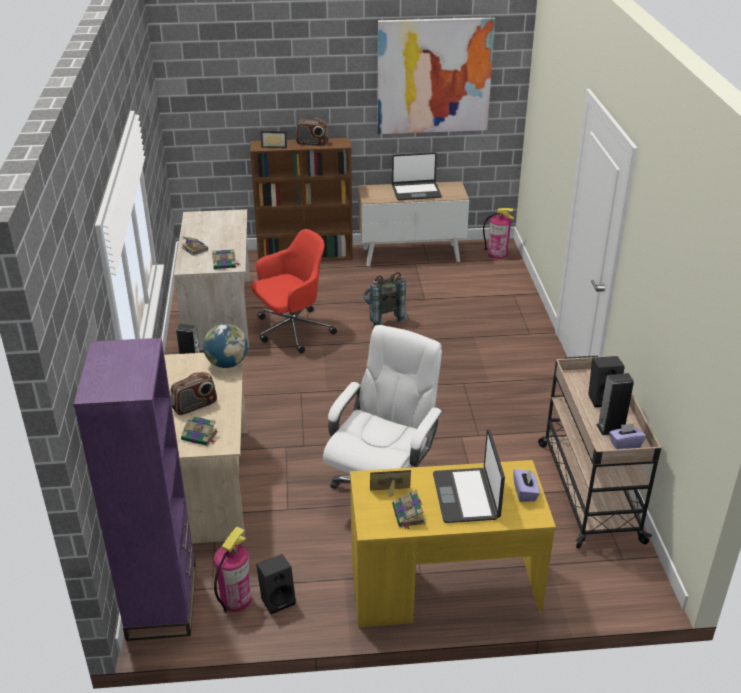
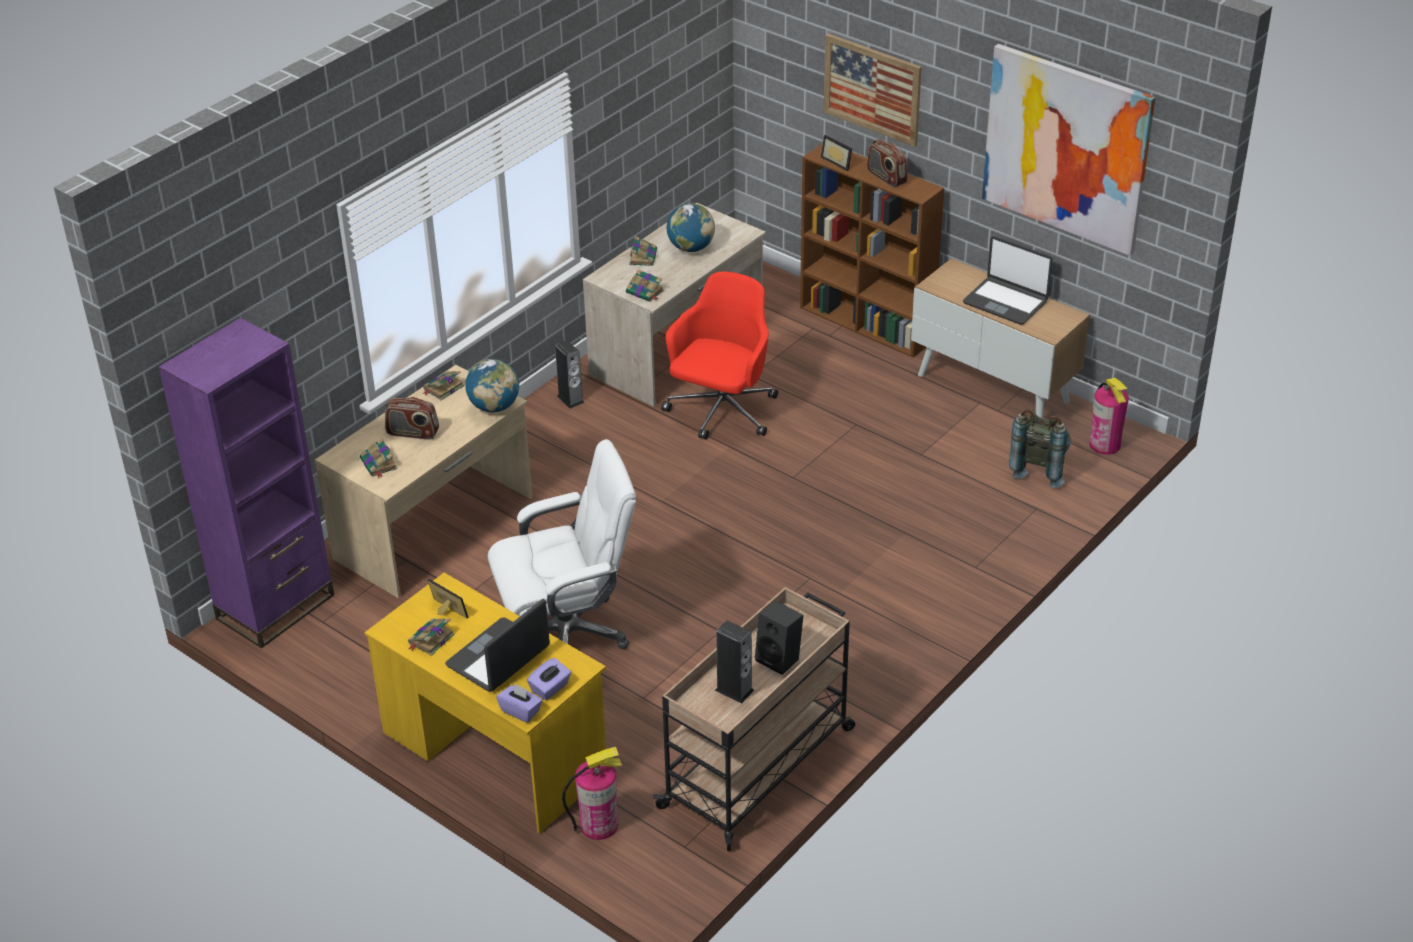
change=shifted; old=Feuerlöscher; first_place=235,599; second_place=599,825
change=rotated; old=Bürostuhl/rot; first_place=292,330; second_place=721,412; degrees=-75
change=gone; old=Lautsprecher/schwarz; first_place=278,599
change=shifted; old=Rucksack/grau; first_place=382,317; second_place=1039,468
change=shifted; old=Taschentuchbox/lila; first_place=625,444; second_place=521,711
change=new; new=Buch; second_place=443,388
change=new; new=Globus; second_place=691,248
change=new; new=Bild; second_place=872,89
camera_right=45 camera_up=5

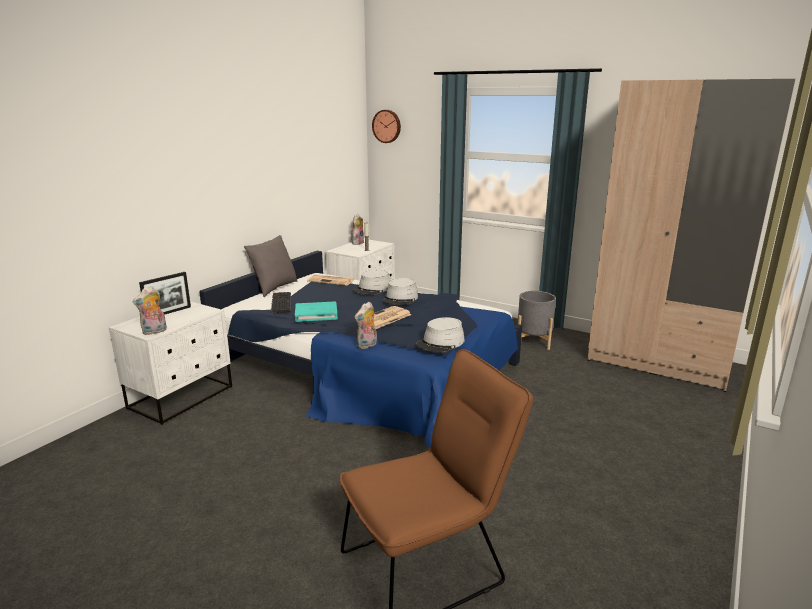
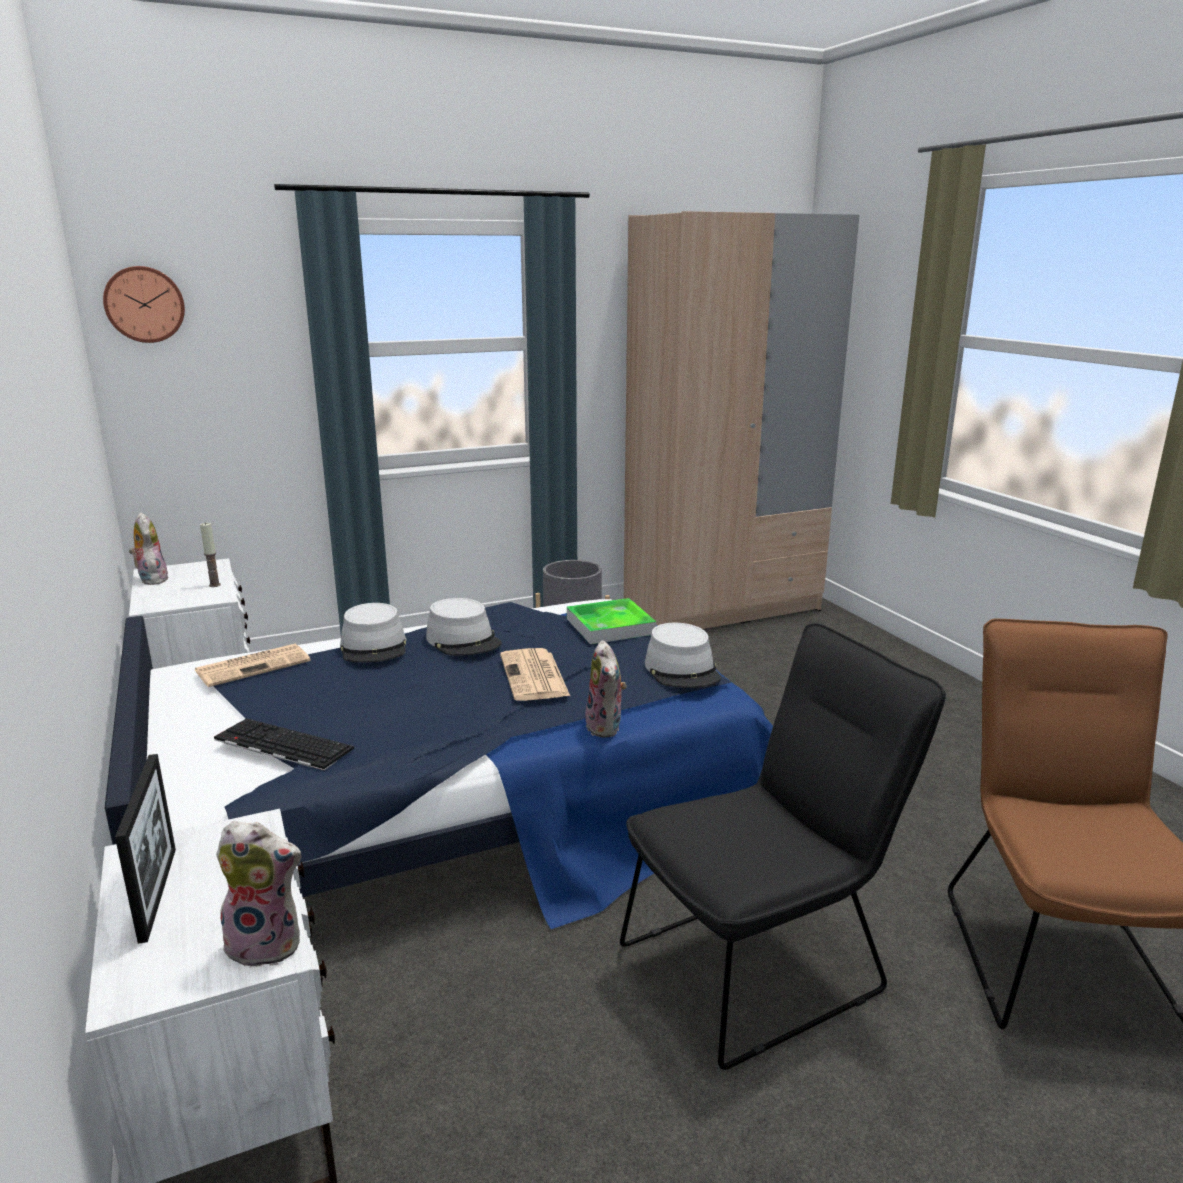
change=rotated; old=Plüschtier; first_place=154,332; second_place=268,943; degrees=-75
change=gone; old=Kissen/grau; first_place=274,288
change=gone; old=Buch/türkis; first_place=316,314
change=new; new=Tablett; second_place=610,626
change=new; new=Stuhl/schwarz; second_place=765,962
camera_right=-55 camera_up=0

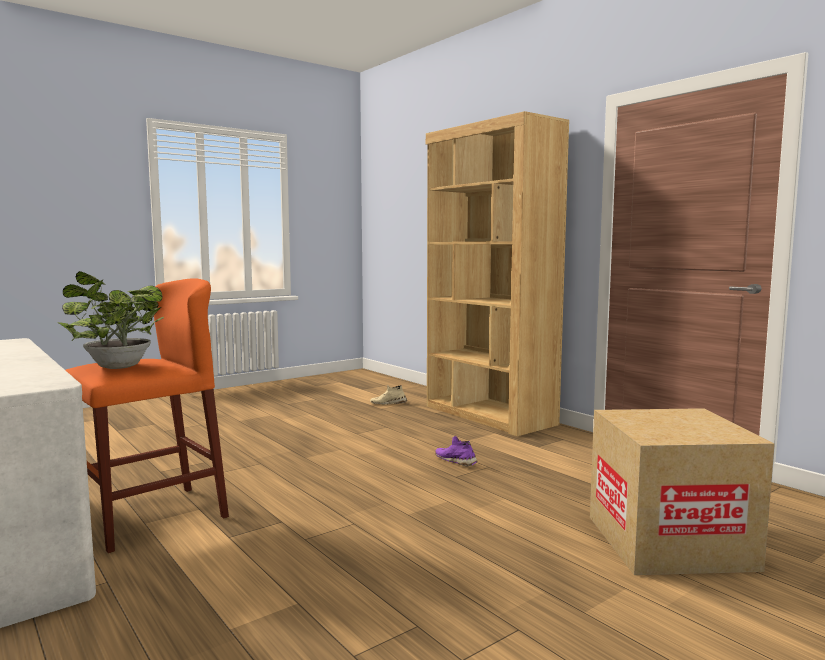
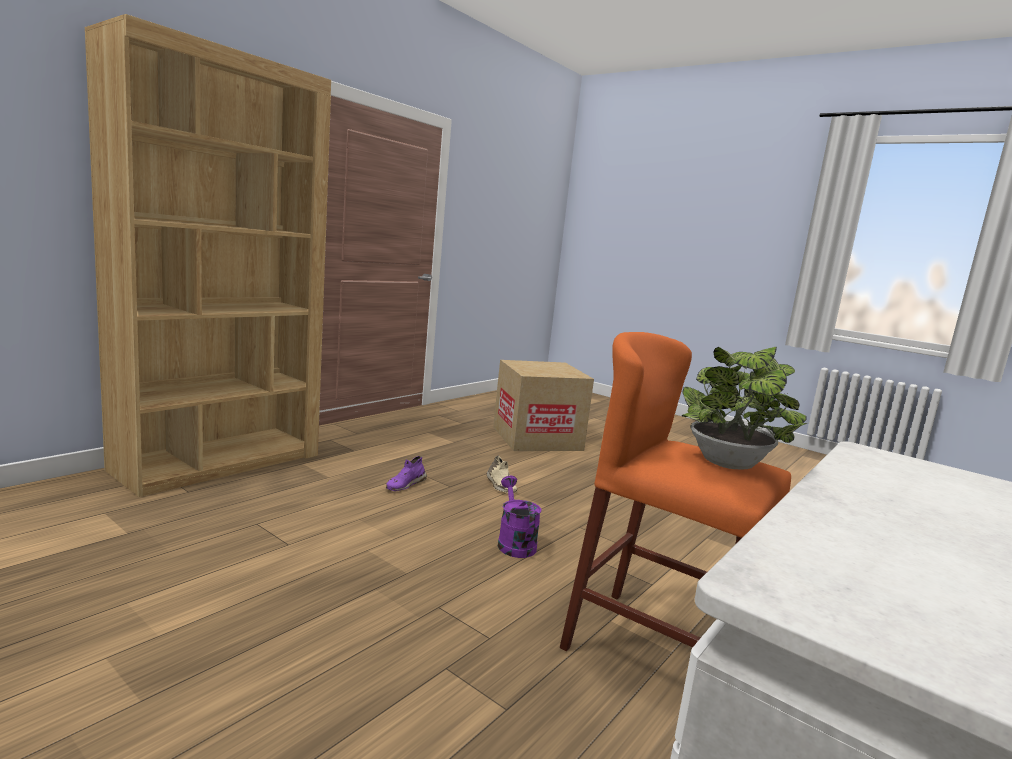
change=shifted; old=Schuh/beige; first_place=388,403; second_place=500,486
change=new; new=Gießkanne/lila; second_place=514,542
camera_right=-105 camera_up=5

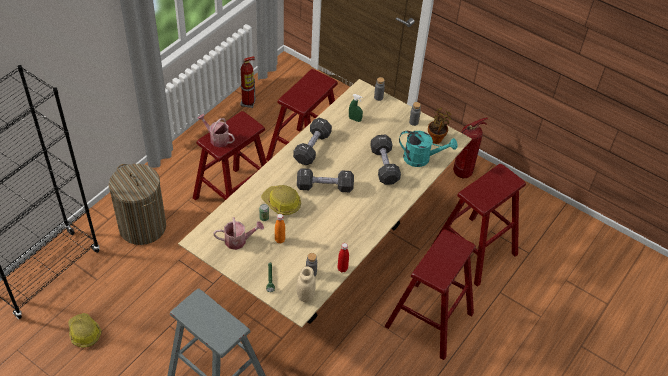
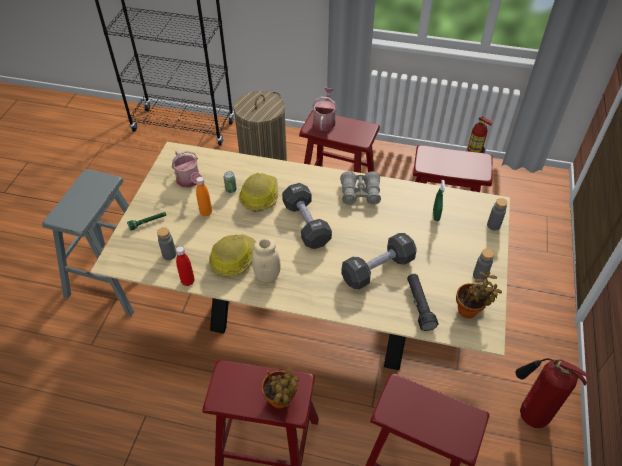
change=shifted; old=Schutzhelm; first_place=84,333; second_place=234,259
change=swapped; old=Hantel/schwarz; new=Fernglas/grau; first_place=312,148; second_place=360,193
change=shifted; old=Vorratsglas/beige; first_place=305,295; second_place=267,275
change=swapped; old=Gießkanne/türkis; new=Taschenlampe/schwarz; first_place=421,158; second_place=419,305
change=new; new=Topfpflanze; second_place=281,401
camera_right=70 camera_up=0

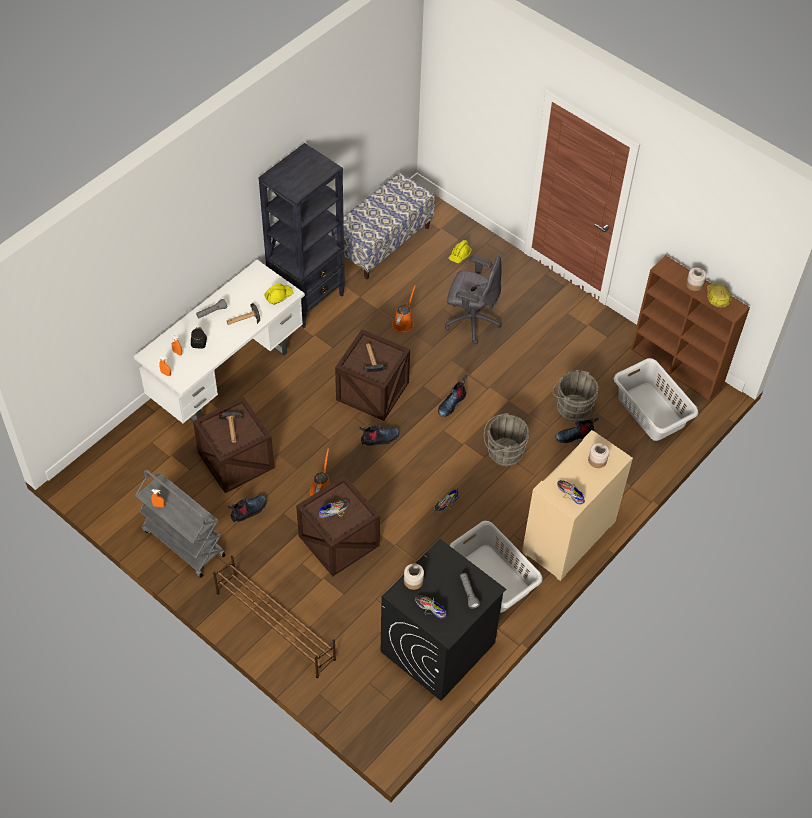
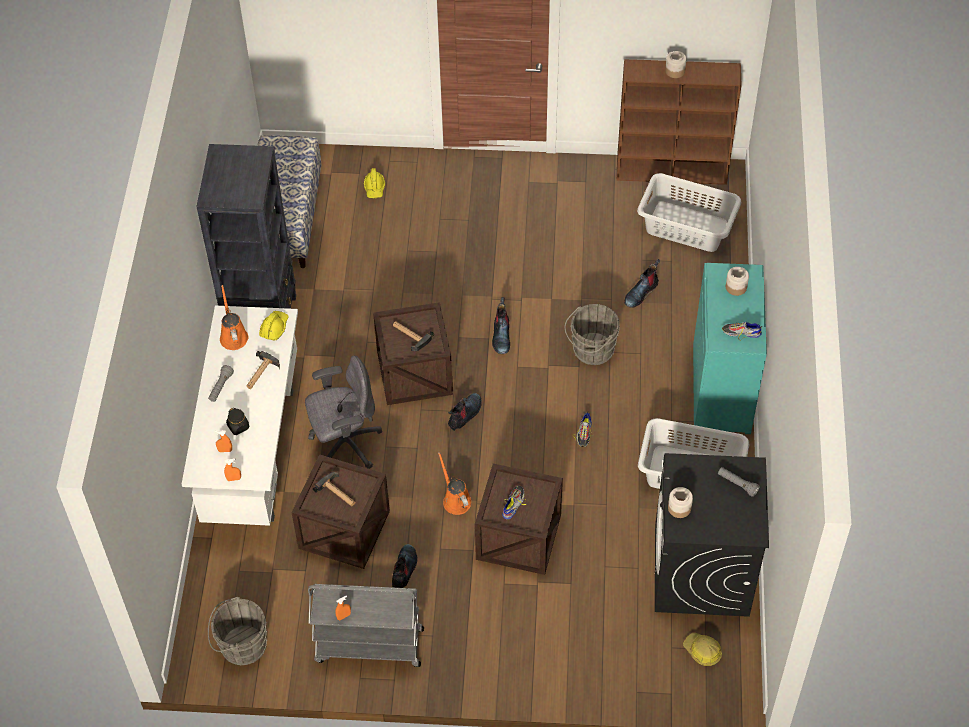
change=gone; old=Schuhregal/braun; first_place=275,625
change=shifted; old=Gießkanne/orange; first_place=403,322; second_place=233,335
change=gone; old=Schuh; first_place=430,607
change=shifted; old=Bürostuhl/grau; first_place=471,321; second_place=345,444
change=repainted; old=Schrank/beige; new=Schrank/türkis; first_place=569,538; second_place=722,389
change=shifted; old=Eimer/grau; first_place=572,407; second_place=240,645
change=shifted; old=Schutzhelm; first_place=717,298; second_place=702,651
camera_right=-35 camera_up=0

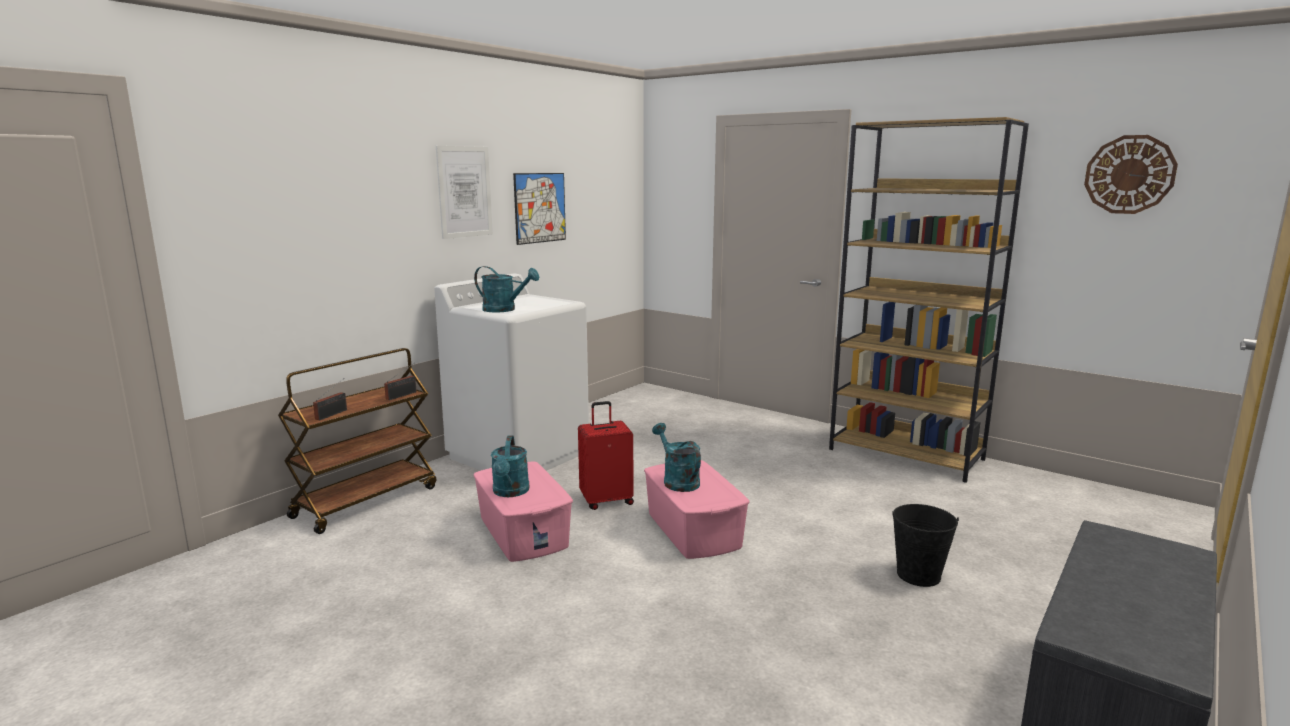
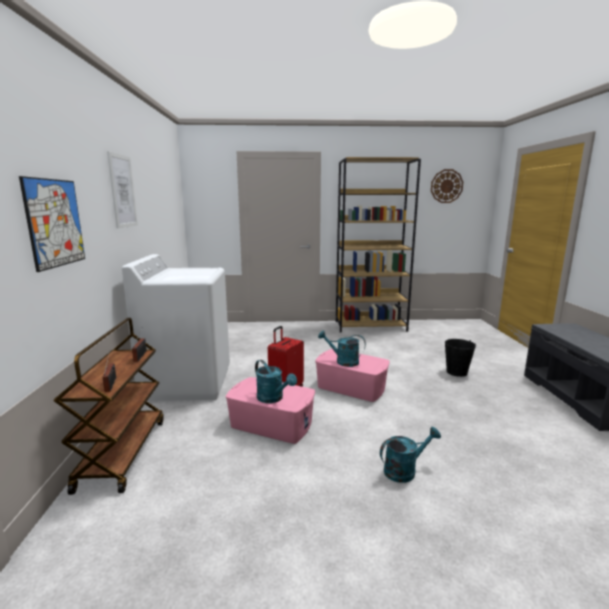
change=shifted; old=Gießkanne/türkis; first_place=505,310; second_place=404,470
change=shifted; old=Bild; first_place=540,208; second_place=55,223
camera_right=-40 camera_up=0

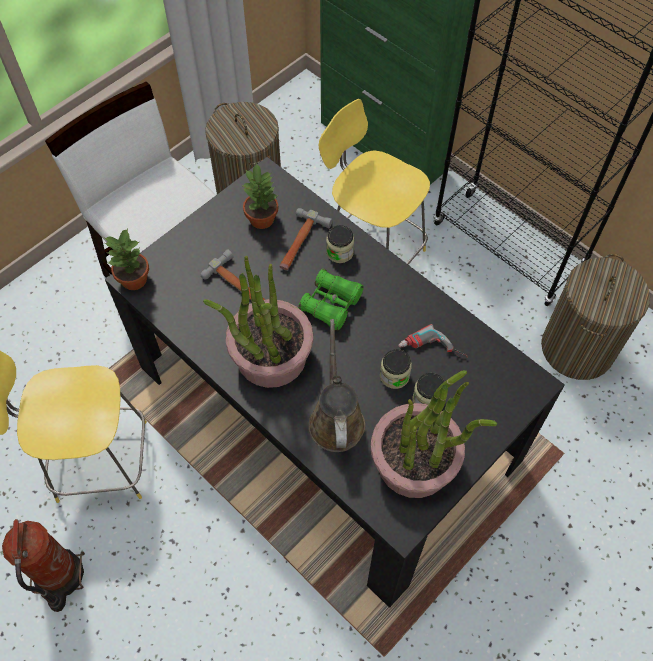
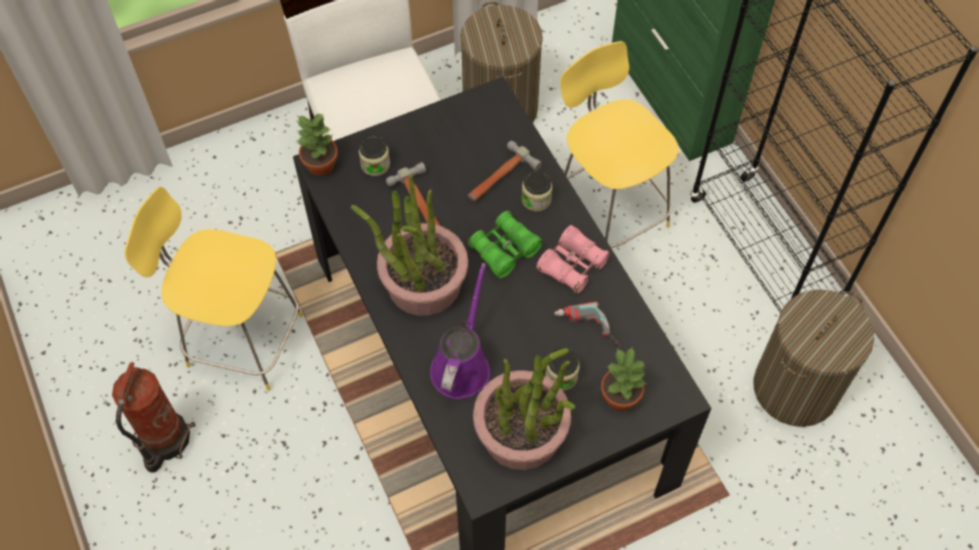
change=shifted; old=Topfpflanze; first_place=262,218; second_place=621,397
change=repainted; old=Gießkanne/braun; new=Gießkanne/lila; first_place=336,419; second_place=462,365
change=shifted; old=Vorratsglas; first_place=394,376; second_place=375,164
change=new; new=Fernglas/rosa; second_place=572,265
camera_right=20 camera_up=0

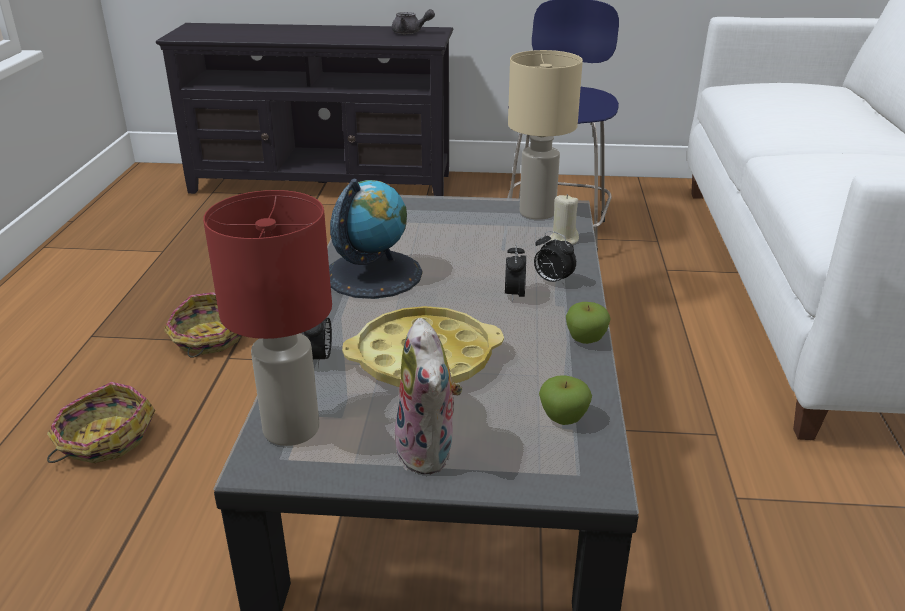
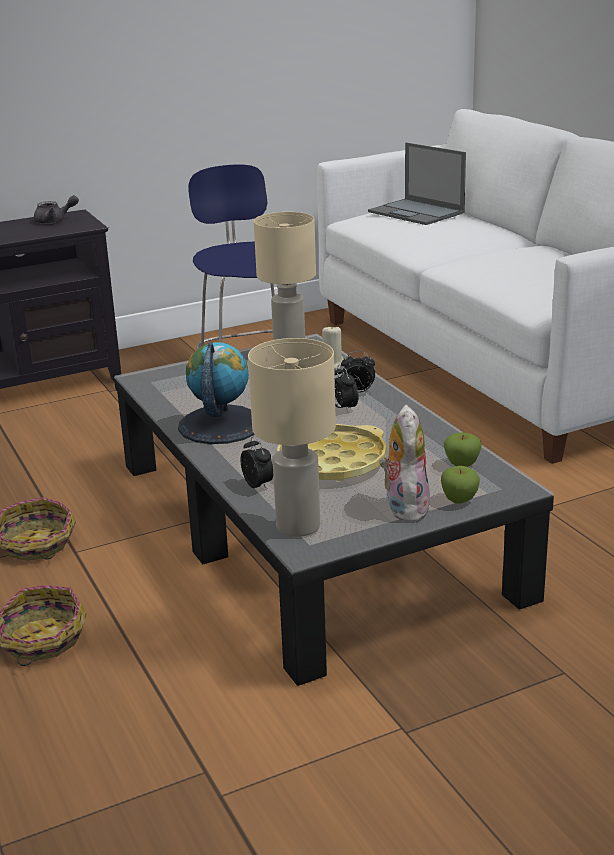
change=repainted; old=Tischlampe/rot; new=Tischlampe/beige; first_place=290,428; second_place=297,526
change=rotated; old=Plüschtier; first_place=430,452; second_place=404,507; degrees=-135
change=shifted; old=Apfel; first_place=585,340; second_place=459,500
change=new; new=Laptop; second_place=417,212
camera_right=-30 camera_up=-5

